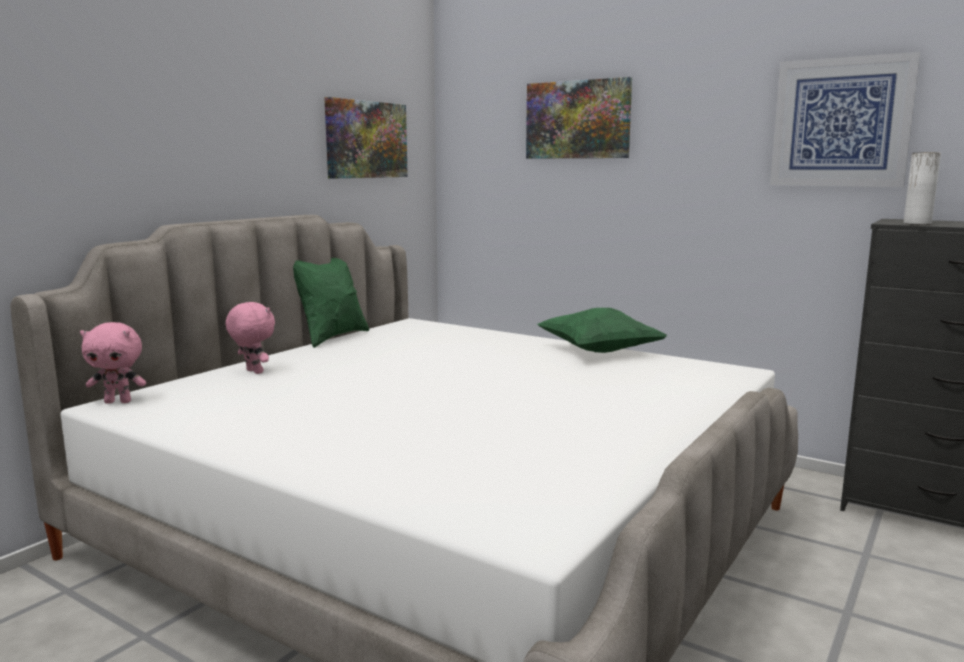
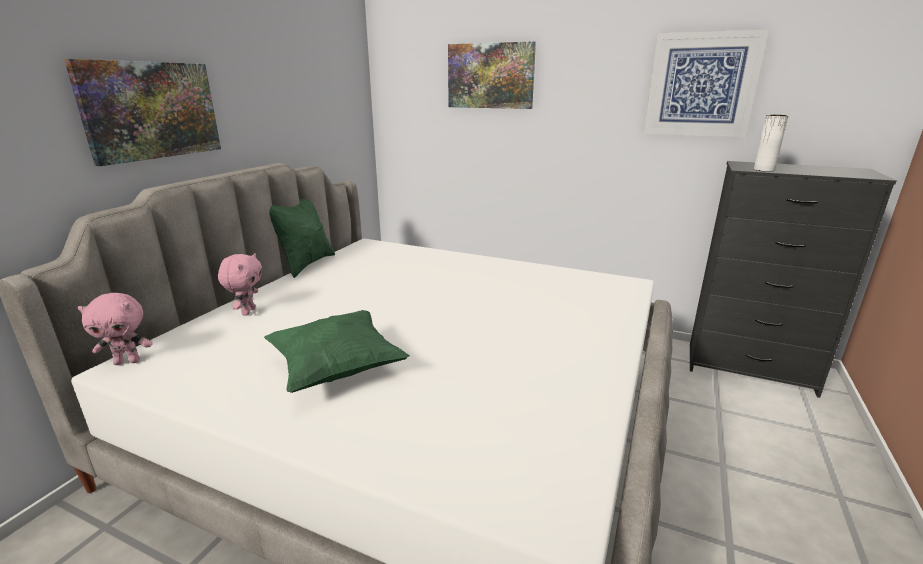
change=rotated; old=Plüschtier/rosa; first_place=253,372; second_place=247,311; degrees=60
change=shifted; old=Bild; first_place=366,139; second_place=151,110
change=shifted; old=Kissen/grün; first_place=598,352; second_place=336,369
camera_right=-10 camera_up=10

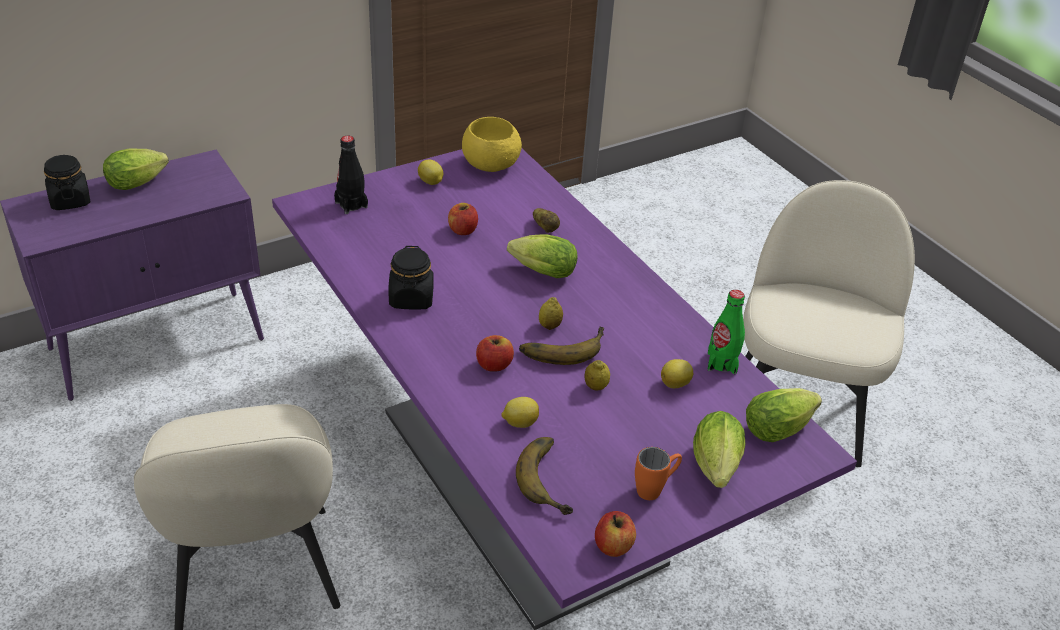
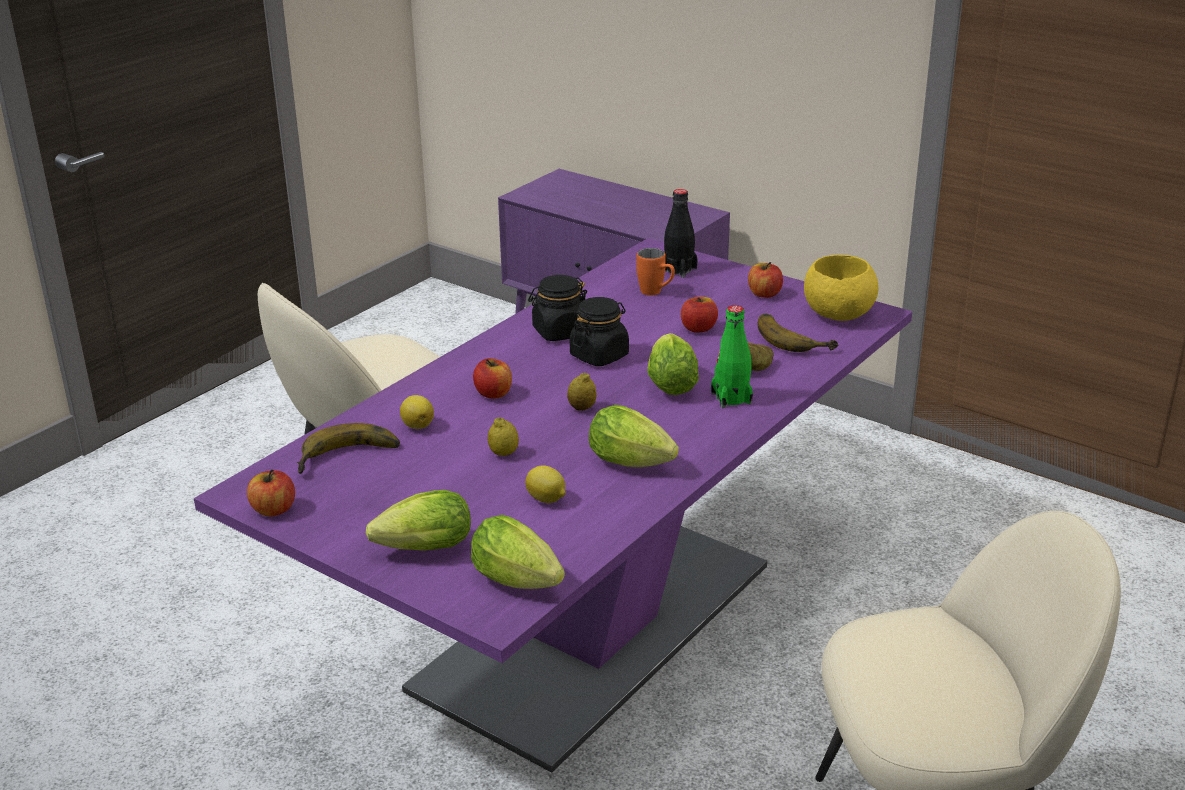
change=shifted; old=Vorratsglas/schwarz; first_place=70,200; second_place=599,355
change=shifted; old=Salatkopf; first_place=140,182; second_place=635,464
change=swapped; old=Zitrone; new=Apfel; first_place=431,182; second_place=764,294
change=shifted; old=Banane; first_place=561,347; second_place=794,337
change=shifted; old=Henkelbecher/orange; first_place=655,489; second_place=656,293
change=shifted; old=Flasche/grün; first_place=722,363; second_place=731,398
camera_right=70 camera_up=-10

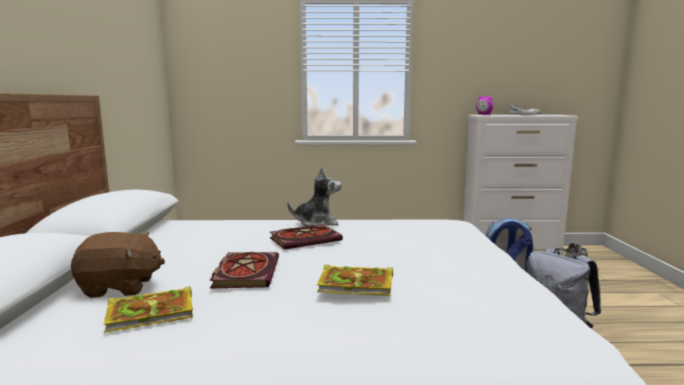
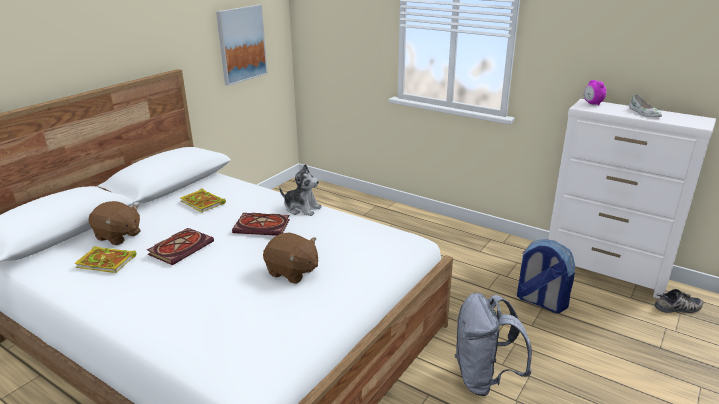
change=shifted; old=Buch; first_place=358,284; second_place=203,203
change=new; new=Bild; second_place=241,44
change=new; new=Plüschtier/braun; second_place=292,272
camera_right=35 camera_up=15

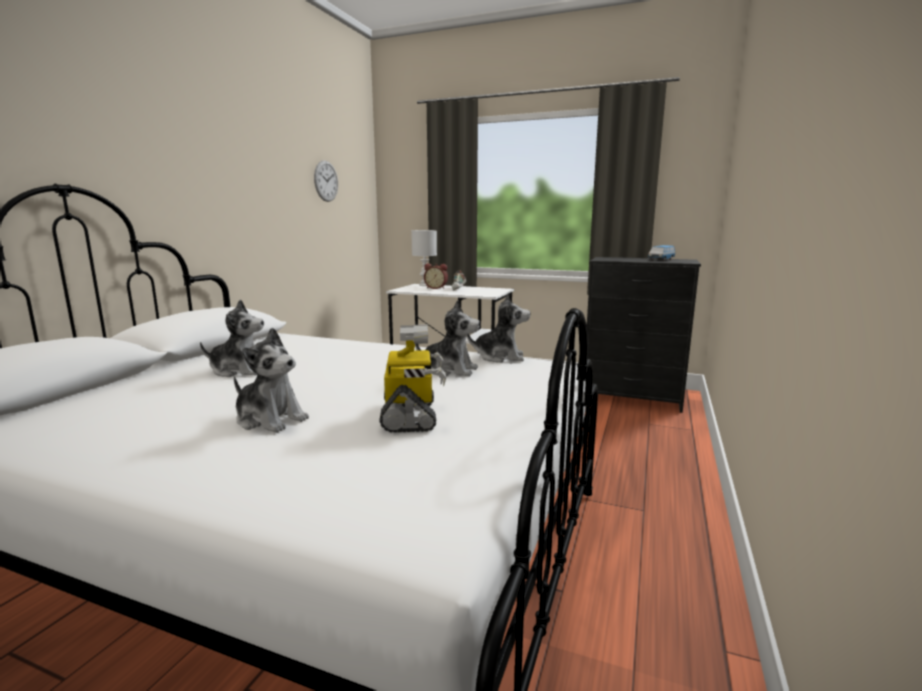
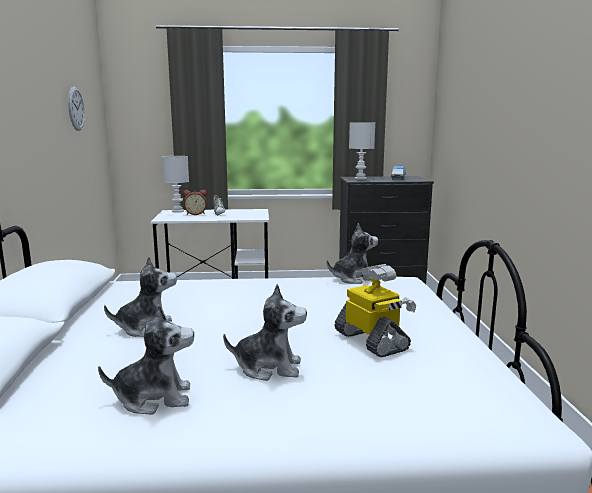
change=shifted; old=Plüschtier; first_place=450,370; second_place=154,398
change=new; new=Tischlampe/weiß; second_place=361,178
camera_right=-25 camera_up=0

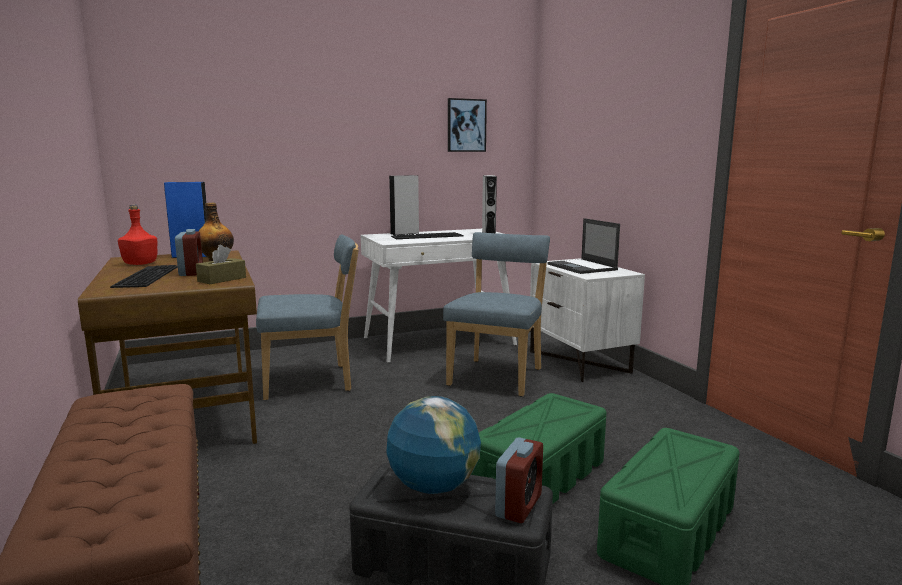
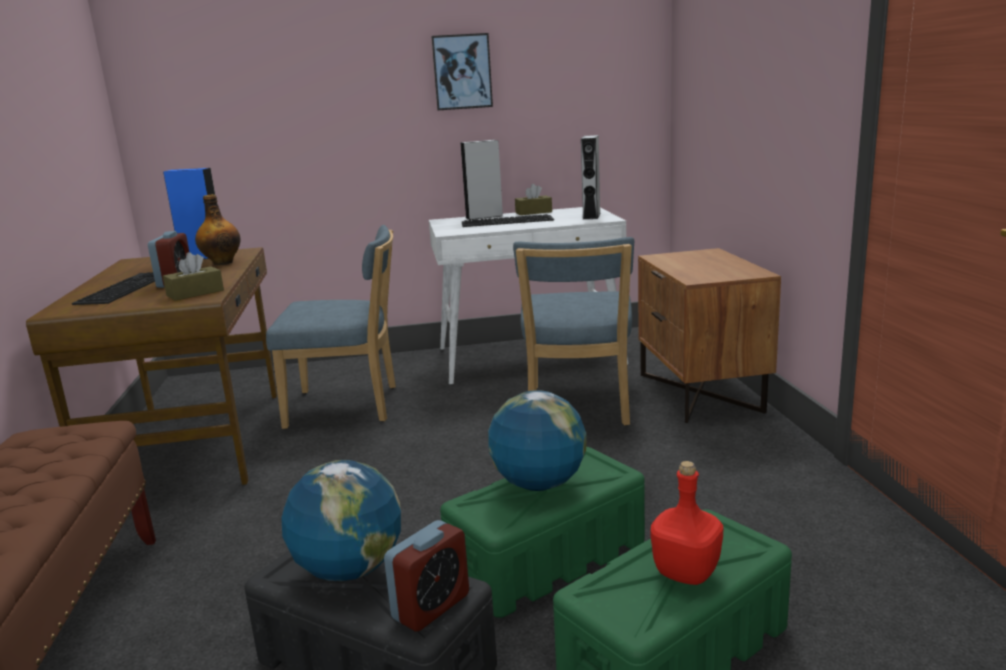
change=shifted; old=Flasche/rot; first_place=141,263; second_place=686,571
change=rotated; old=Stuhl/blau; first_place=498,375; second_place=578,408; degrees=150
change=shifted; old=Bild; first_place=466,125; second_place=462,72
change=repainted; old=Nachttisch/weiß; new=Nachttisch/braun; first_place=580,362; second_place=701,392
change=gone; old=Laptop; first_place=582,267
change=new; new=Globus; second_place=538,484
change=new; new=Taschentuchbox/braun; second_place=533,212
camera_right=15 camera_up=5

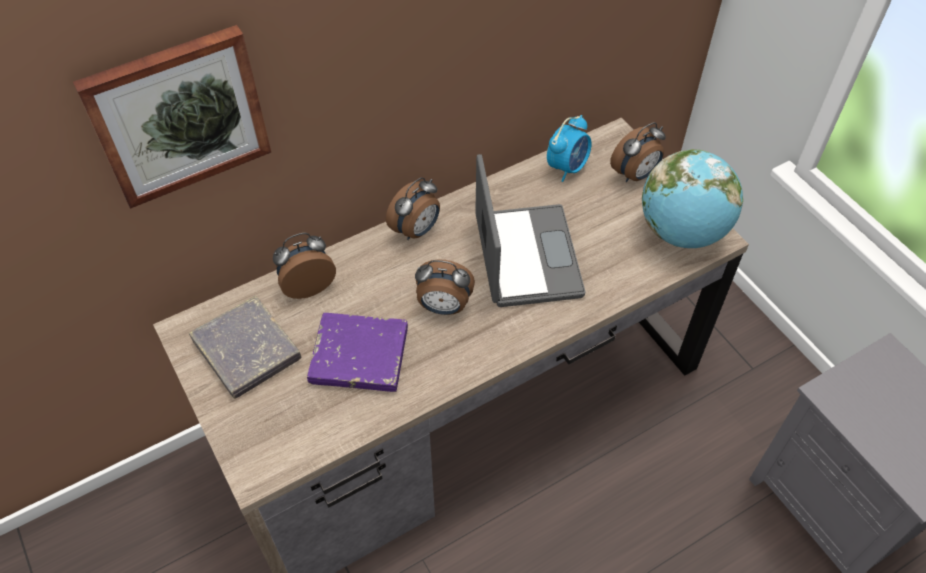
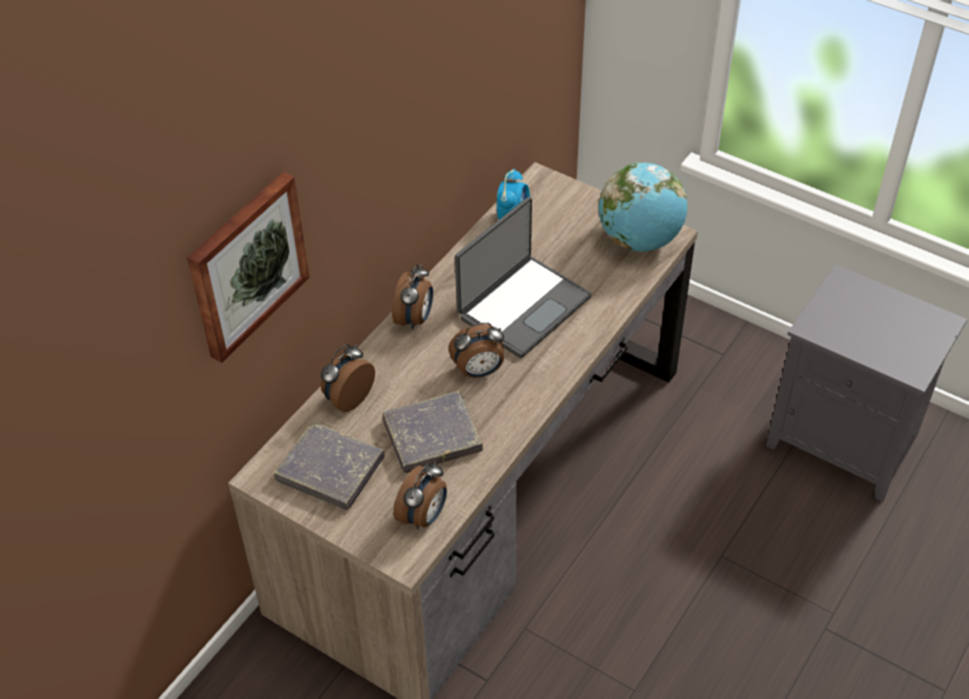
change=repainted; old=Buch/lila; new=Buch/grau; first_place=359,355; second_place=432,436
change=rotated; old=Laptop; first_place=525,256; second_place=522,306; degrees=75
change=shifted; old=Wecker; first_place=635,175; second_place=424,516
camera_right=-25 camera_up=-5

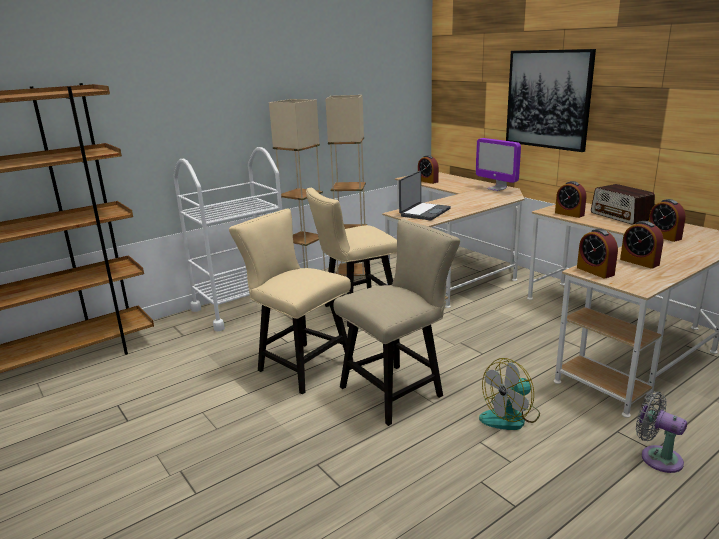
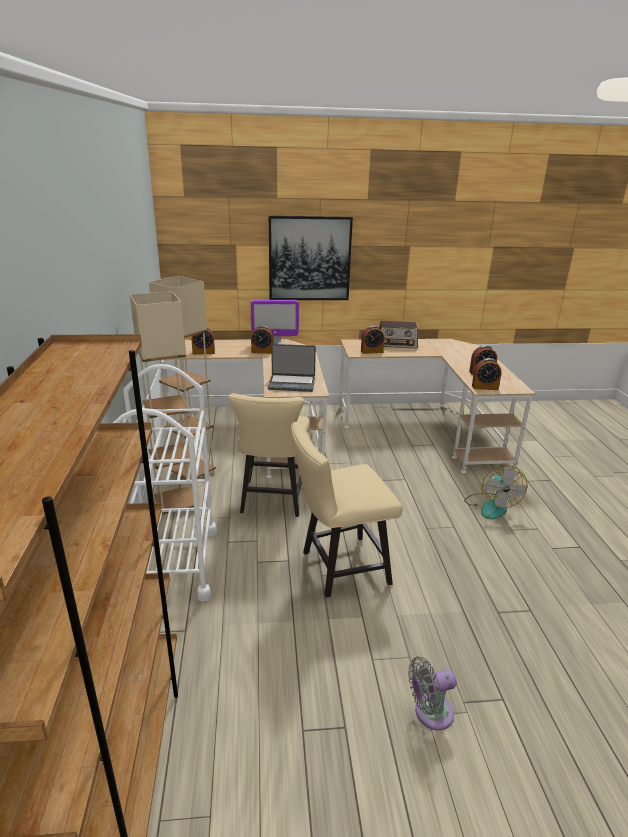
change=gone; old=Stuhl/beige; first_place=397,390
change=rotated; old=Laptop; first_place=424,212; second_place=292,383; degrees=120
change=shifted; old=Ventilator/grau; first_place=657,457; second_place=429,713
change=shifted; old=Wecker; first_place=663,236; second_place=262,351
camera_right=-60 camera_up=5

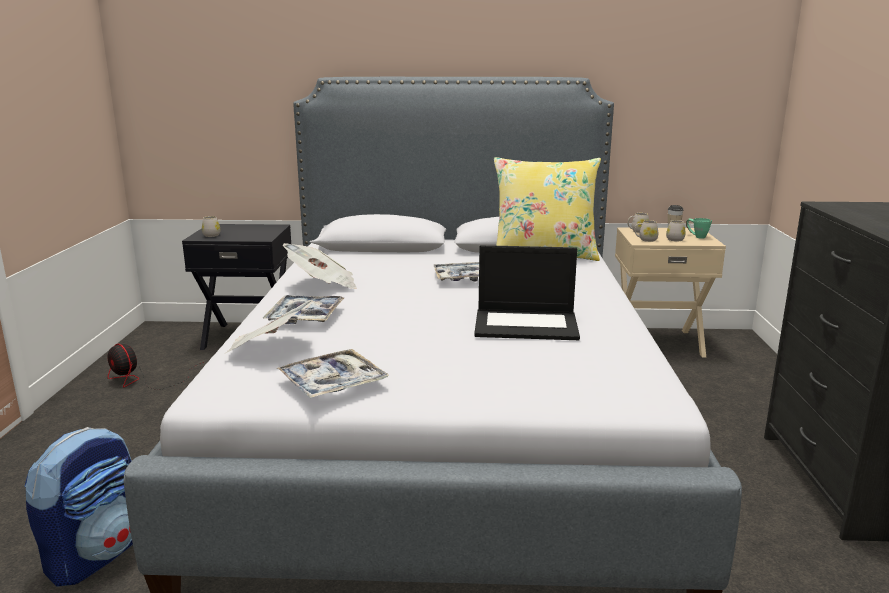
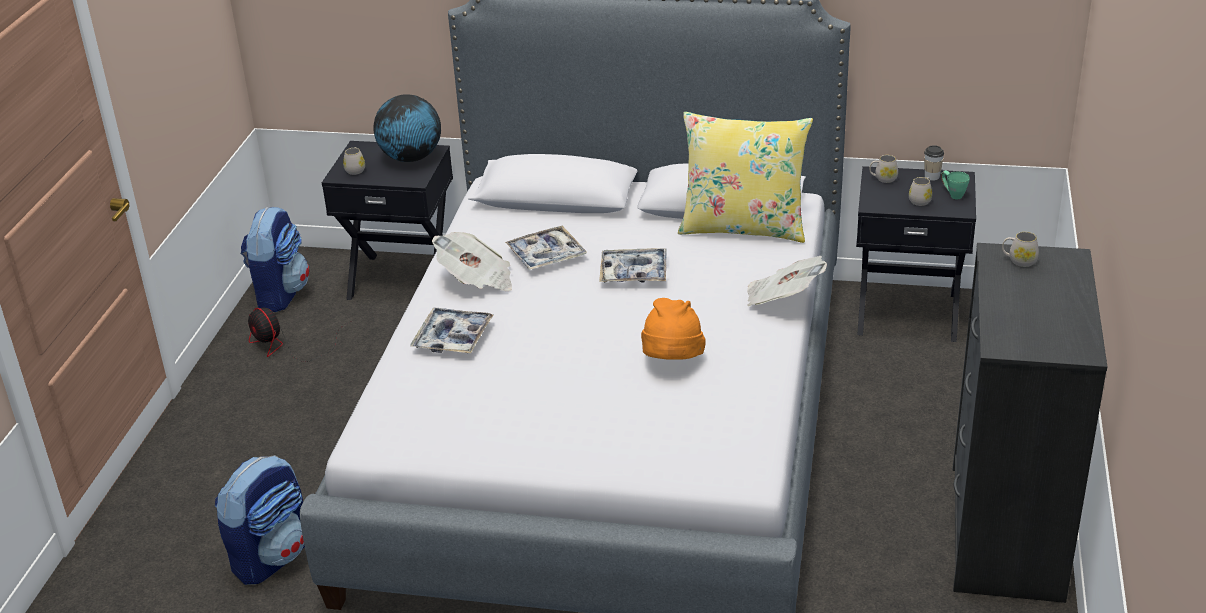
change=shifted; old=Zeitung; first_place=269,349; second_place=782,299
change=shifted; old=Tablett; first_place=332,383; second_place=546,255
change=swapped; old=Laptop; new=Hut/orange; first_place=527,325; second_place=672,362
change=repainted; old=Nachttisch/beige; new=Nachttisch/schwarz; first_place=657,342; second_place=907,312
change=shifted; old=Henkelbecher/weiß; first_place=645,240; second_place=1019,261
change=new; new=Rucksack; second_place=280,294
change=new; new=Globus; second_place=410,158
camera_right=10 camera_up=15

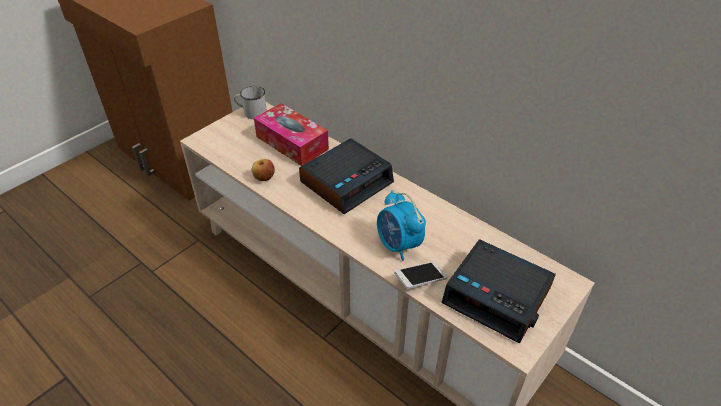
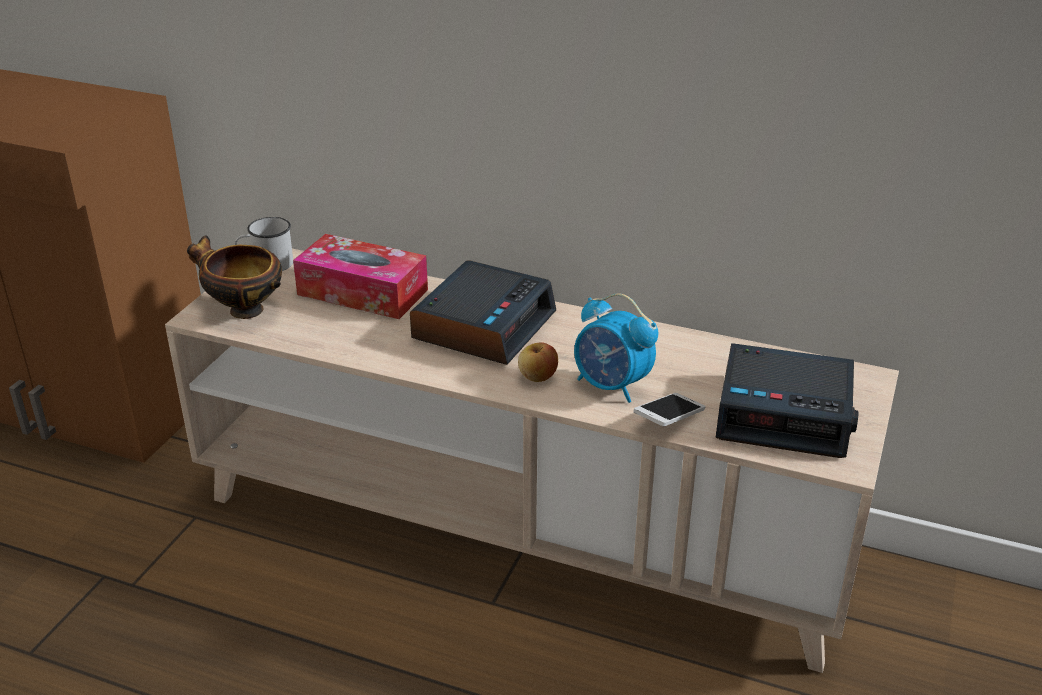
change=shifted; old=Apfel; first_place=264,178; second_place=538,377
change=new; new=Schüssel; second_place=243,310
camera_right=-20 camera_up=-10

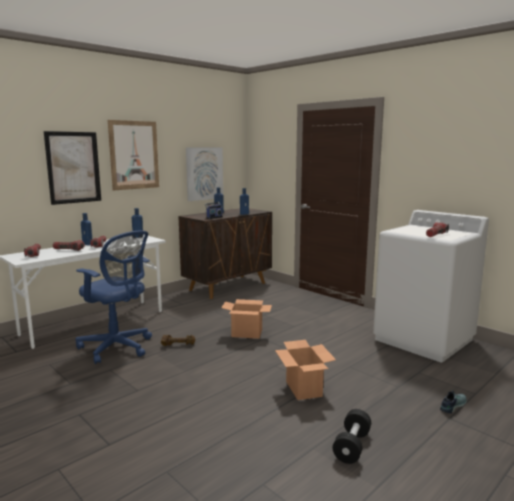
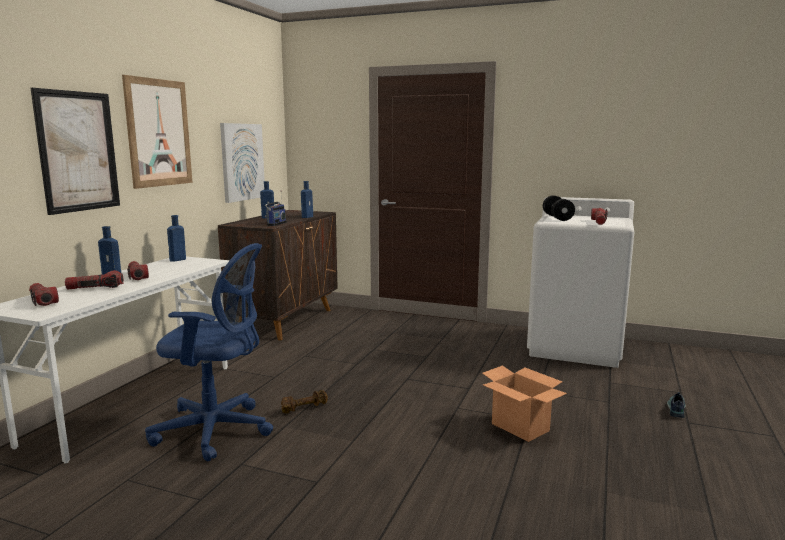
change=gone; old=Karton; first_place=247,333
change=shifted; old=Hantel/schwarz; first_place=352,446; second_place=557,218
camera_right=-25 camera_up=0

